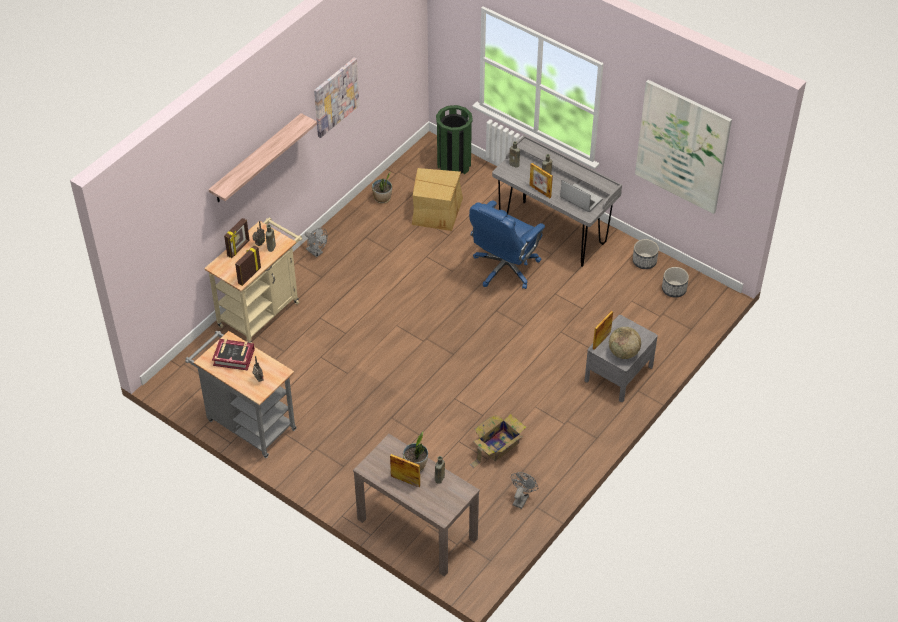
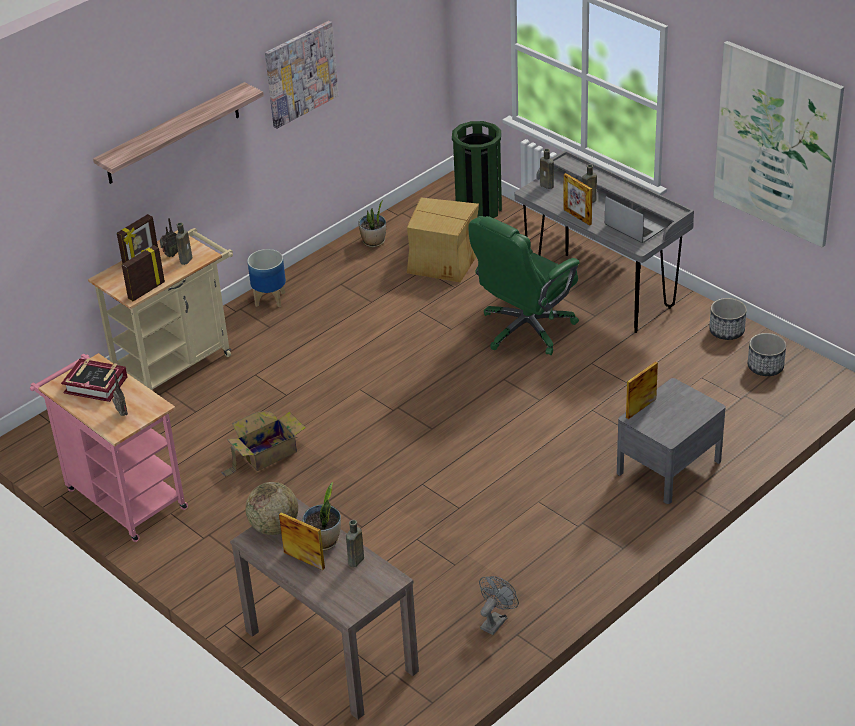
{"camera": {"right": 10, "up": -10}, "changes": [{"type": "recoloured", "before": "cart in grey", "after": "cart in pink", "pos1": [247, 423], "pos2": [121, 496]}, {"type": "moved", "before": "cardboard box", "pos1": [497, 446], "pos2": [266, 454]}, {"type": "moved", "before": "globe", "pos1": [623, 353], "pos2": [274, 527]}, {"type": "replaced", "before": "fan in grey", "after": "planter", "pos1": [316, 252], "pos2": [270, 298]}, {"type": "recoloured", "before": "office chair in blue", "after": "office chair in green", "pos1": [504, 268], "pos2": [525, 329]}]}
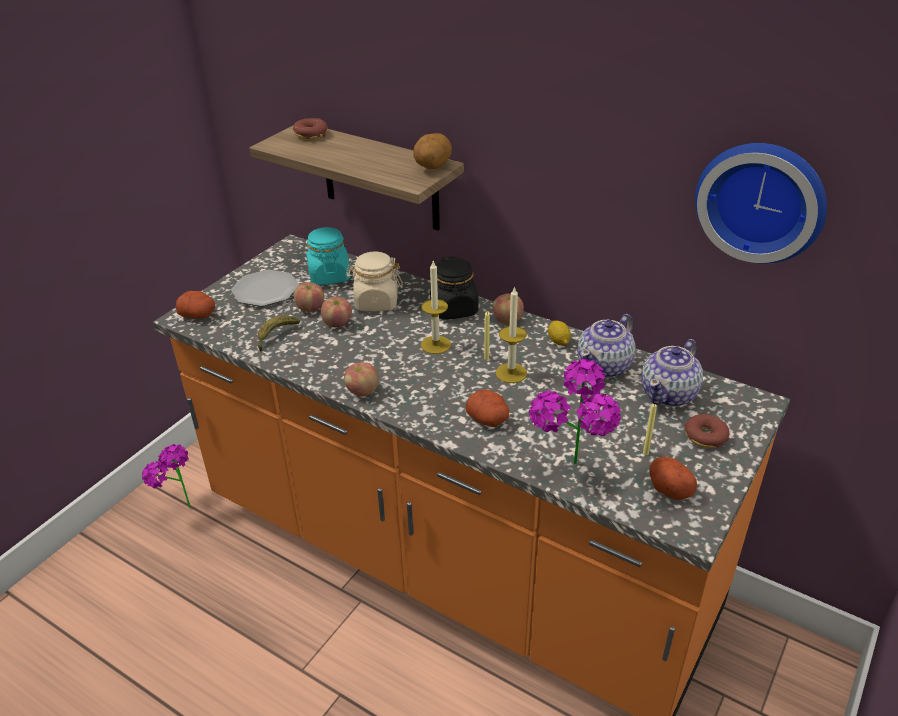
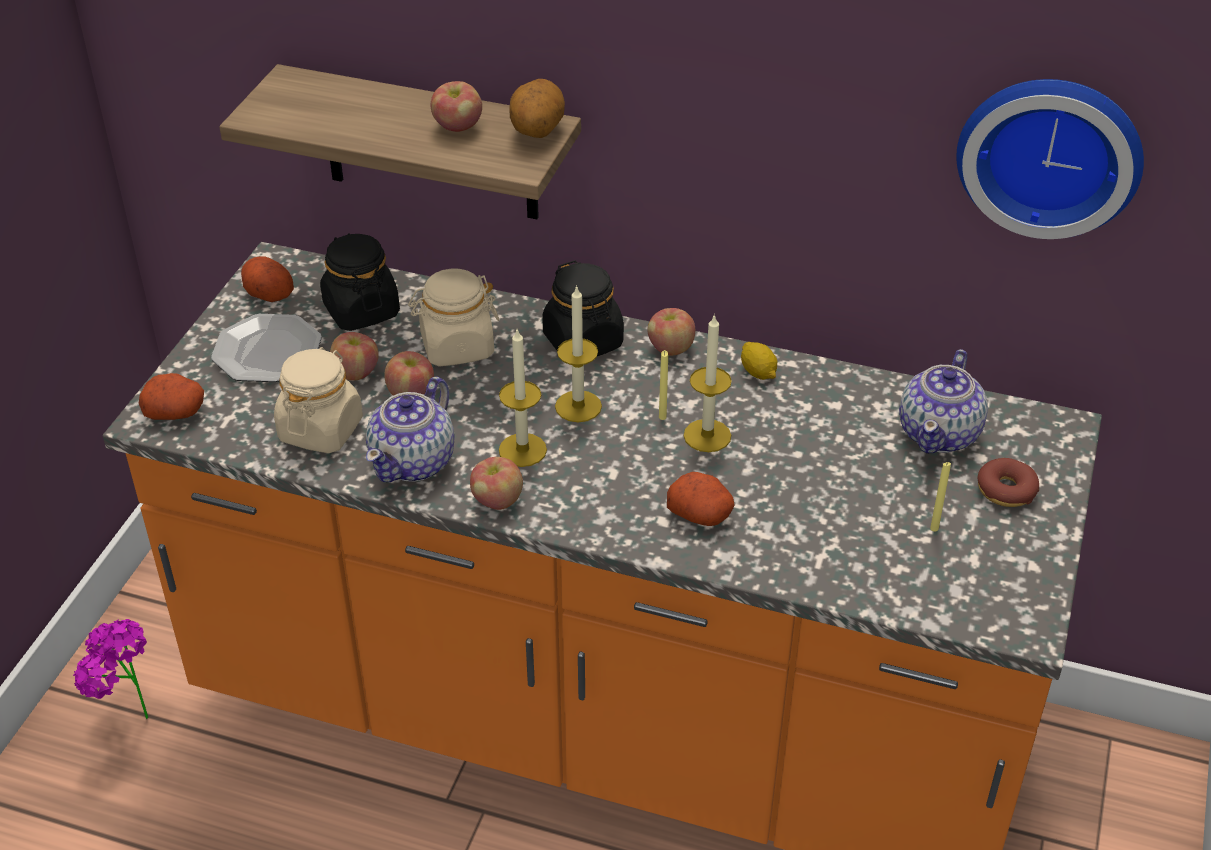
{"camera": {"right": -15, "up": 5}, "changes": [{"type": "moved", "before": "potato", "pos1": [668, 488], "pos2": [267, 292]}, {"type": "replaced", "before": "banana", "after": "jar in beige", "pos1": [276, 336], "pos2": [321, 429]}, {"type": "recoloured", "before": "jar in turquoise", "after": "jar in black", "pos1": [329, 276], "pos2": [361, 310]}, {"type": "moved", "before": "teapot", "pos1": [605, 366], "pos2": [414, 461]}, {"type": "added", "after": "apple", "pos2": [458, 127]}, {"type": "added", "after": "candle", "pos2": [522, 450]}, {"type": "removed", "before": "donut", "pos1": [311, 135]}, {"type": "removed", "before": "potted plant", "pos1": [571, 474]}]}
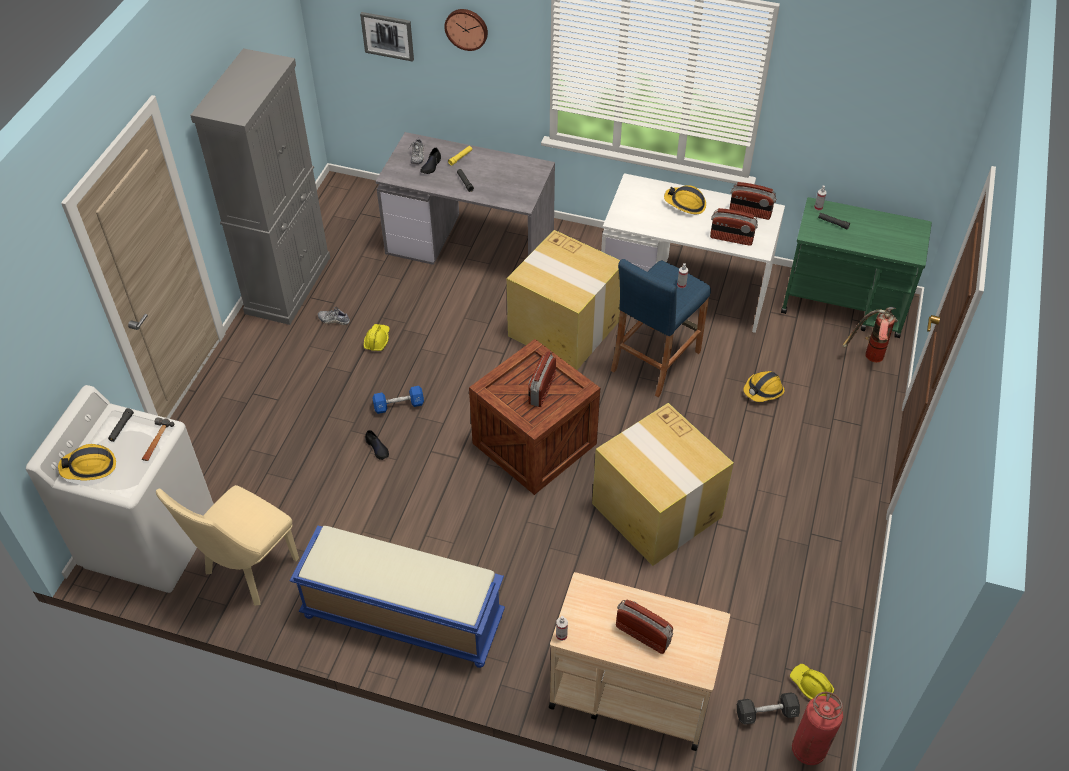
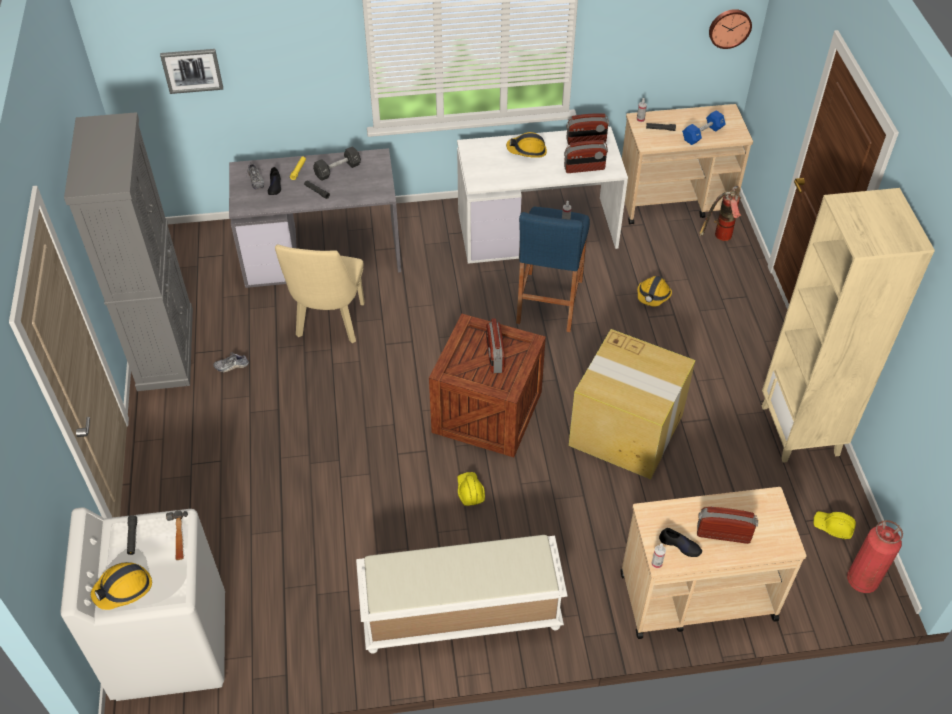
{"camera": {"right": -25, "up": 0}, "changes": [{"type": "moved", "before": "chair in beige", "pos1": [247, 572], "pos2": [330, 324]}, {"type": "moved", "before": "dumbbell in black", "pos1": [766, 713], "pos2": [338, 170]}, {"type": "recoloured", "before": "bench in blue", "after": "bench in white", "pos1": [401, 617], "pos2": [460, 615]}, {"type": "moved", "before": "hard hat in yellow", "pos1": [377, 340], "pos2": [470, 491]}, {"type": "recoloured", "before": "cart in green", "after": "cart in beige", "pos1": [844, 305], "pos2": [676, 201]}, {"type": "moved", "before": "shoe in black", "pos1": [377, 448], "pos2": [680, 545]}, {"type": "moved", "before": "dumbbell in blue", "pos1": [399, 405], "pos2": [702, 134]}, {"type": "moved", "before": "wall clock", "pos1": [467, 28], "pos2": [729, 27]}, {"type": "added", "after": "bookcase in beige", "pos2": [800, 431]}, {"type": "removed", "before": "cardboard box", "pos1": [565, 328]}]}
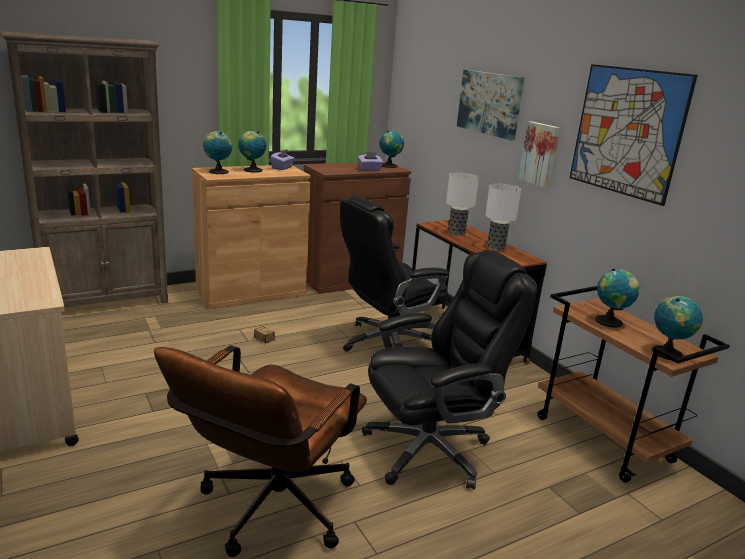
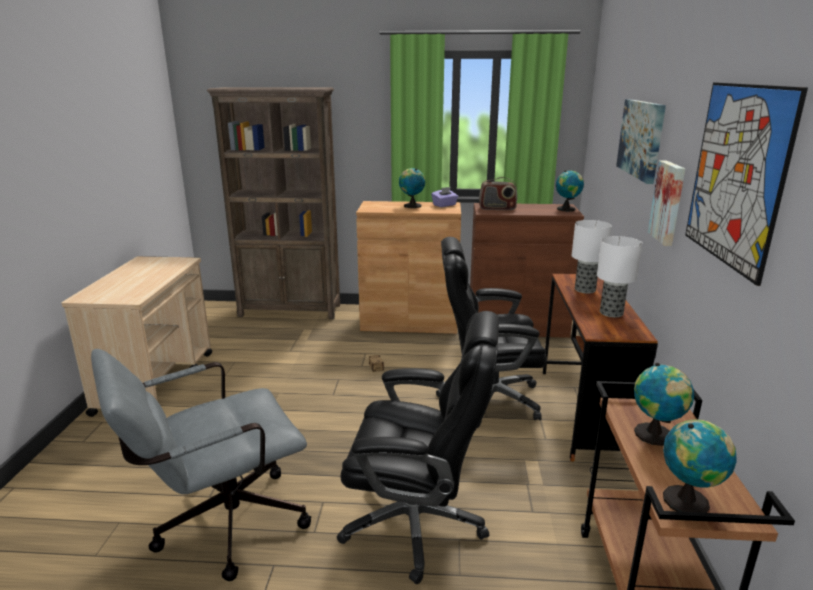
{"camera": {"right": 35, "up": 0}, "changes": [{"type": "recoloured", "before": "office chair in brown", "after": "office chair in grey", "pos1": [269, 513], "pos2": [218, 526]}, {"type": "added", "after": "radio", "pos2": [497, 208]}, {"type": "removed", "before": "globe", "pos1": [217, 171]}, {"type": "removed", "before": "tissue box in purple", "pos1": [369, 169]}]}
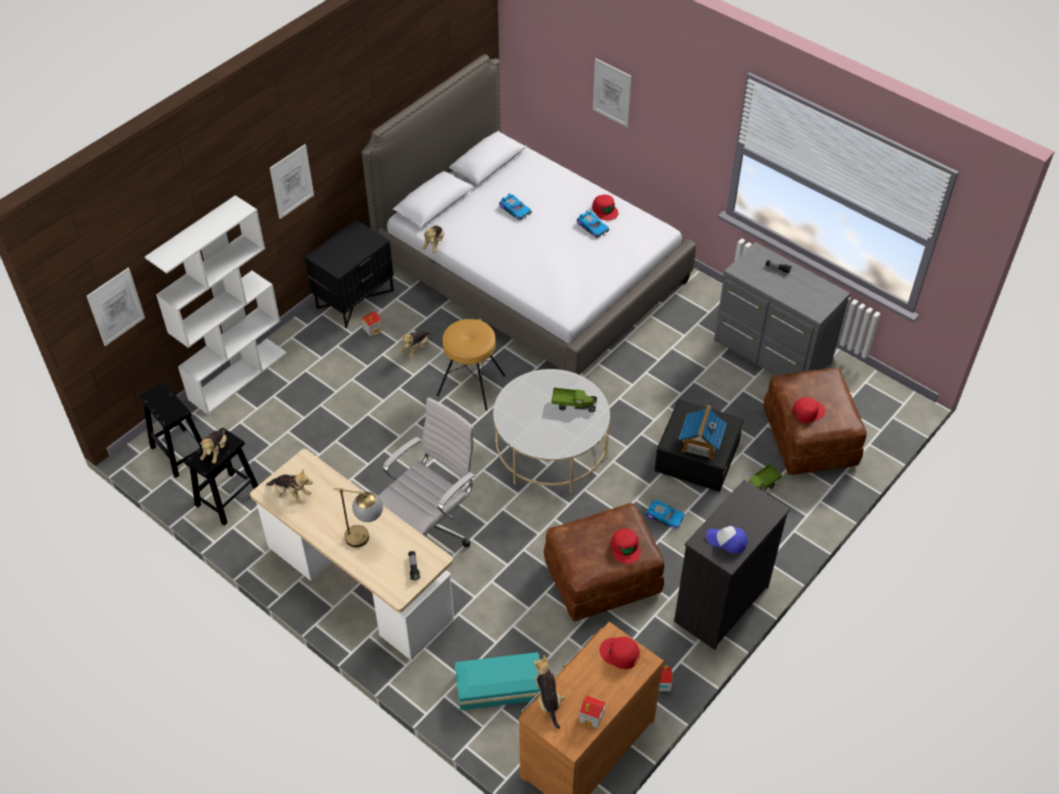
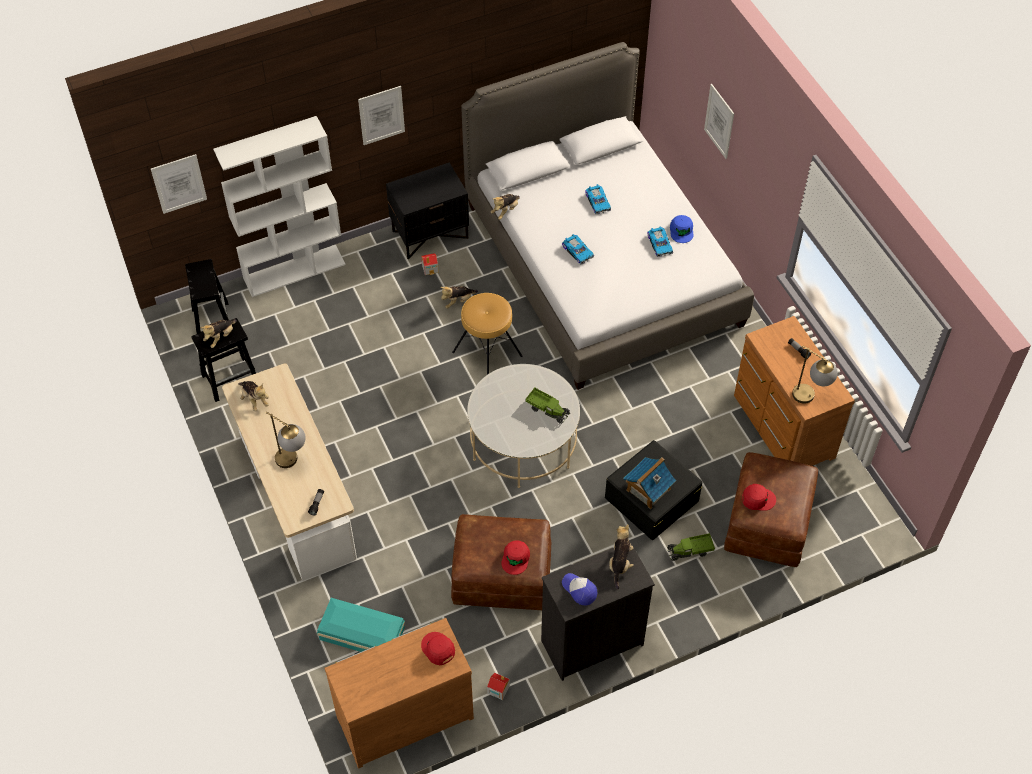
{"camera": {"right": 25, "up": 5}, "changes": [{"type": "moved", "before": "toy car", "pos1": [665, 516], "pos2": [578, 251]}, {"type": "moved", "before": "plush toy", "pos1": [548, 700], "pos2": [620, 563]}, {"type": "recoloured", "before": "cap in red", "after": "cap in blue", "pos1": [605, 210], "pos2": [681, 231]}, {"type": "recoloured", "before": "dresser in grey", "after": "dresser in brown", "pos1": [771, 353], "pos2": [781, 427]}, {"type": "added", "after": "table lamp", "pos2": [810, 398]}, {"type": "removed", "before": "office chair in white", "pos1": [431, 529]}, {"type": "removed", "before": "toy house", "pos1": [592, 716]}]}
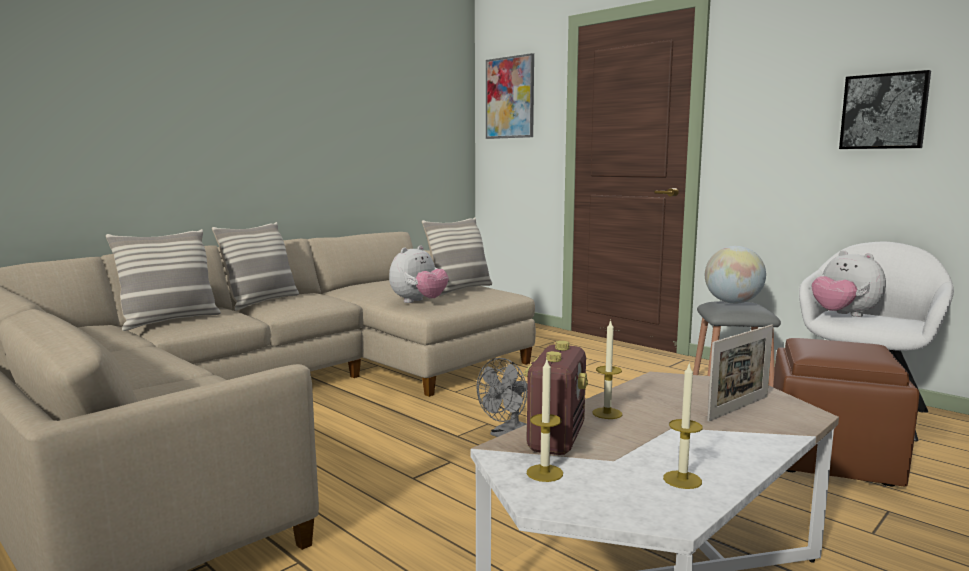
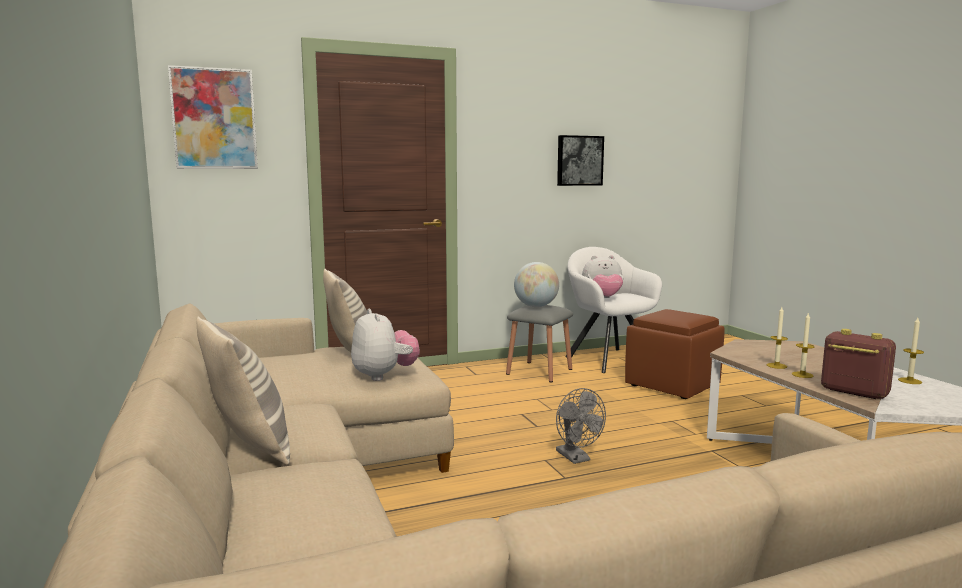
{"camera": {"right": -65, "up": 0}, "changes": [{"type": "moved", "before": "candle", "pos1": [544, 473], "pos2": [776, 366]}, {"type": "removed", "before": "pillow", "pos1": [169, 321]}, {"type": "removed", "before": "picture frame", "pos1": [738, 408]}]}
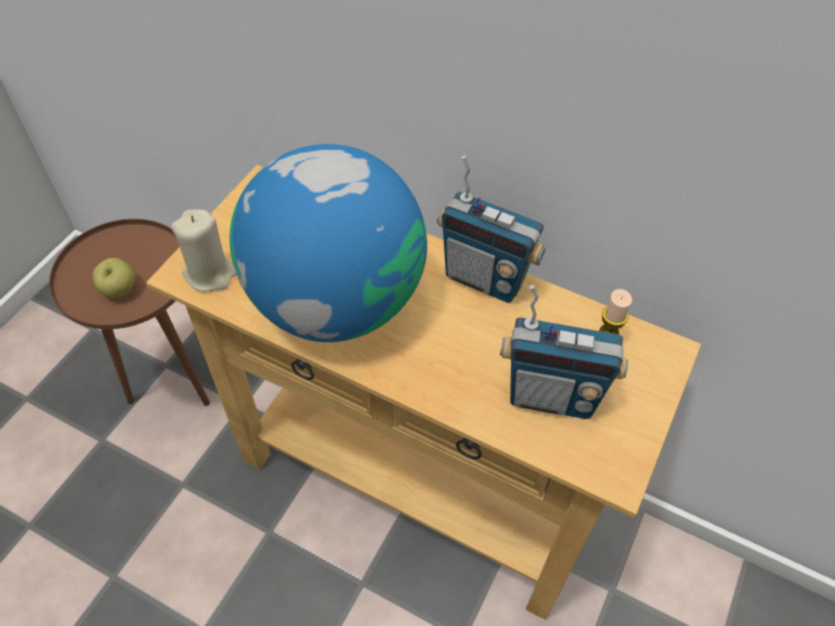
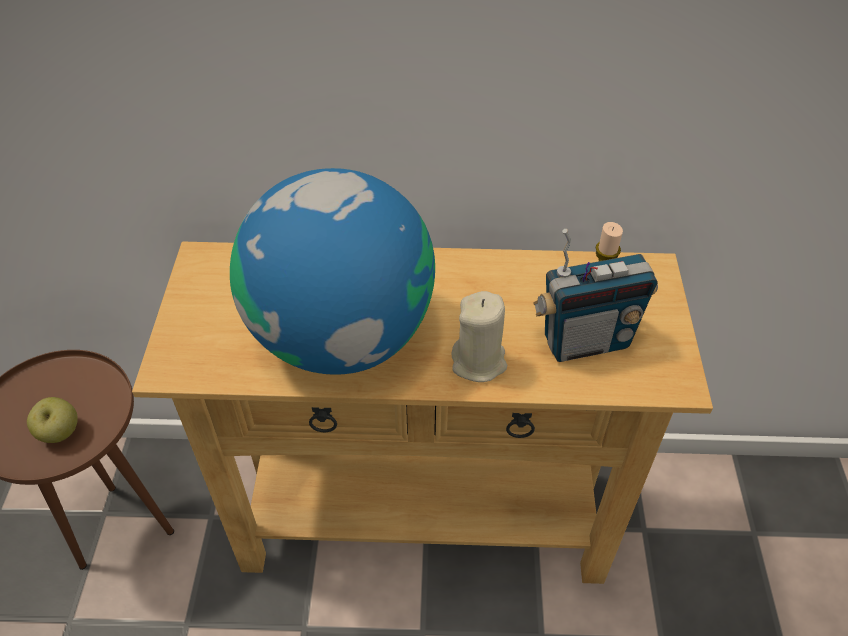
{"camera": {"right": -25, "up": -5}, "changes": [{"type": "moved", "before": "candle in beige", "pos1": [211, 274], "pos2": [479, 362]}, {"type": "removed", "before": "radio", "pos1": [485, 278]}]}
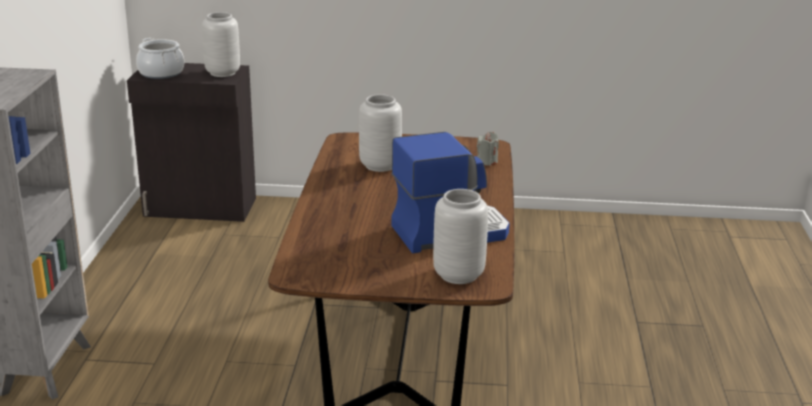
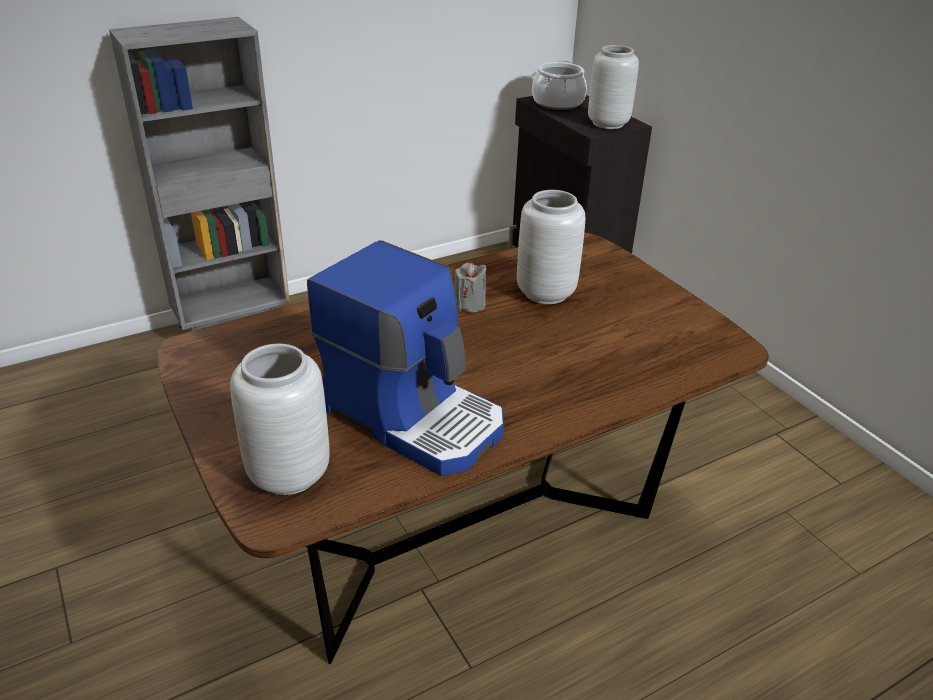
{"camera": {"right": 55, "up": 10}, "changes": [{"type": "moved", "before": "candle in grey", "pos1": [487, 161], "pos2": [469, 304]}]}
